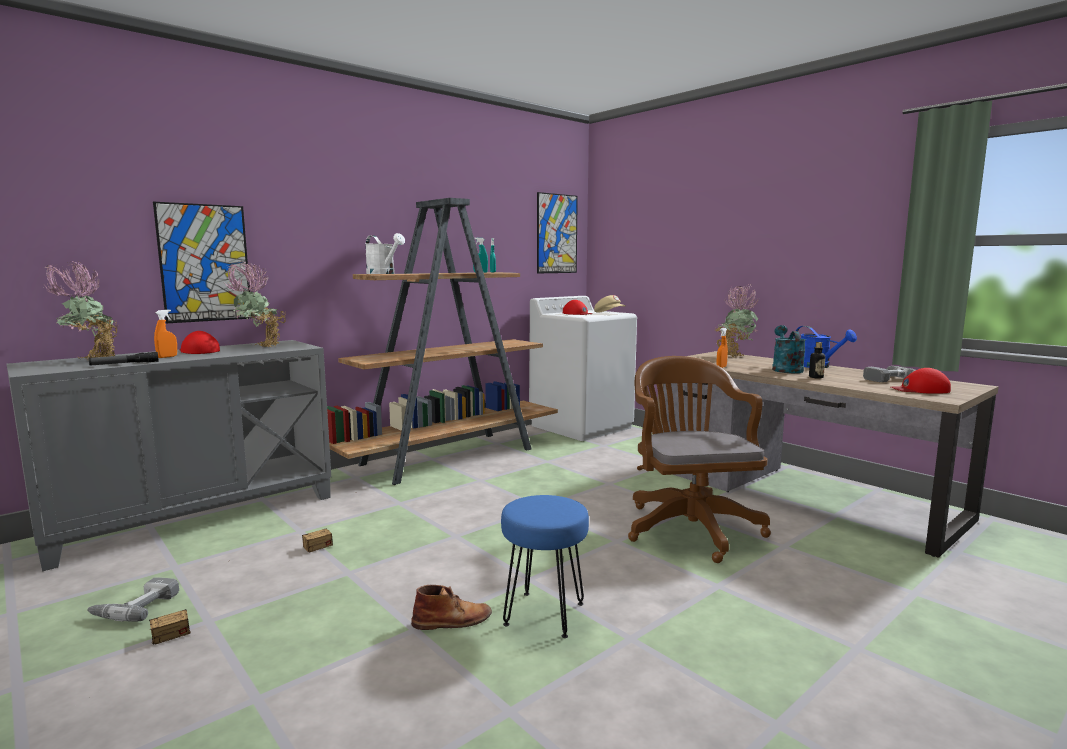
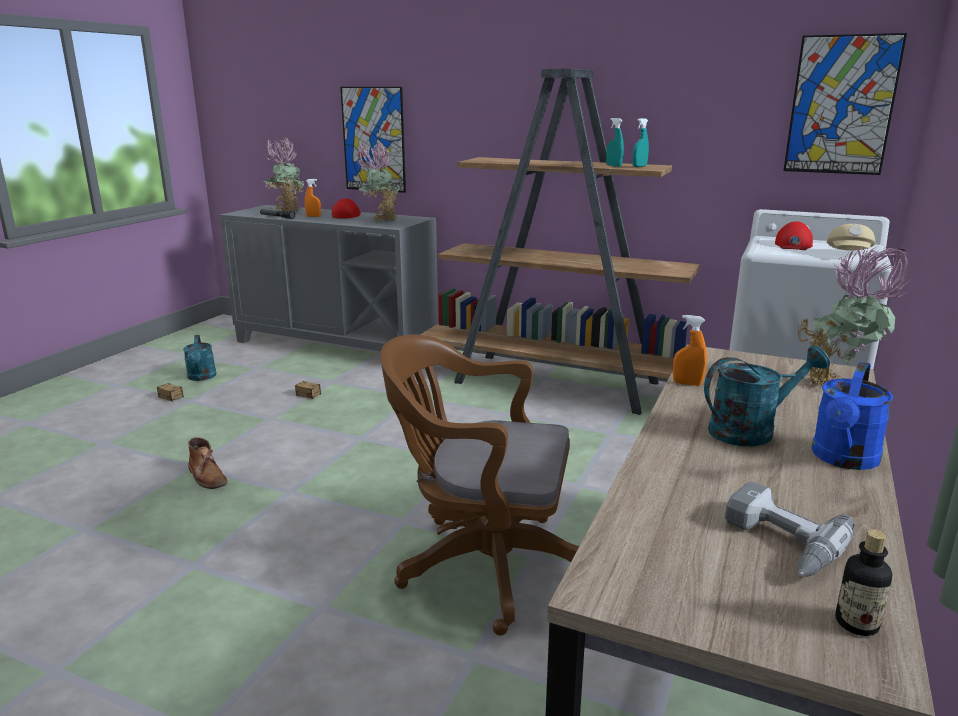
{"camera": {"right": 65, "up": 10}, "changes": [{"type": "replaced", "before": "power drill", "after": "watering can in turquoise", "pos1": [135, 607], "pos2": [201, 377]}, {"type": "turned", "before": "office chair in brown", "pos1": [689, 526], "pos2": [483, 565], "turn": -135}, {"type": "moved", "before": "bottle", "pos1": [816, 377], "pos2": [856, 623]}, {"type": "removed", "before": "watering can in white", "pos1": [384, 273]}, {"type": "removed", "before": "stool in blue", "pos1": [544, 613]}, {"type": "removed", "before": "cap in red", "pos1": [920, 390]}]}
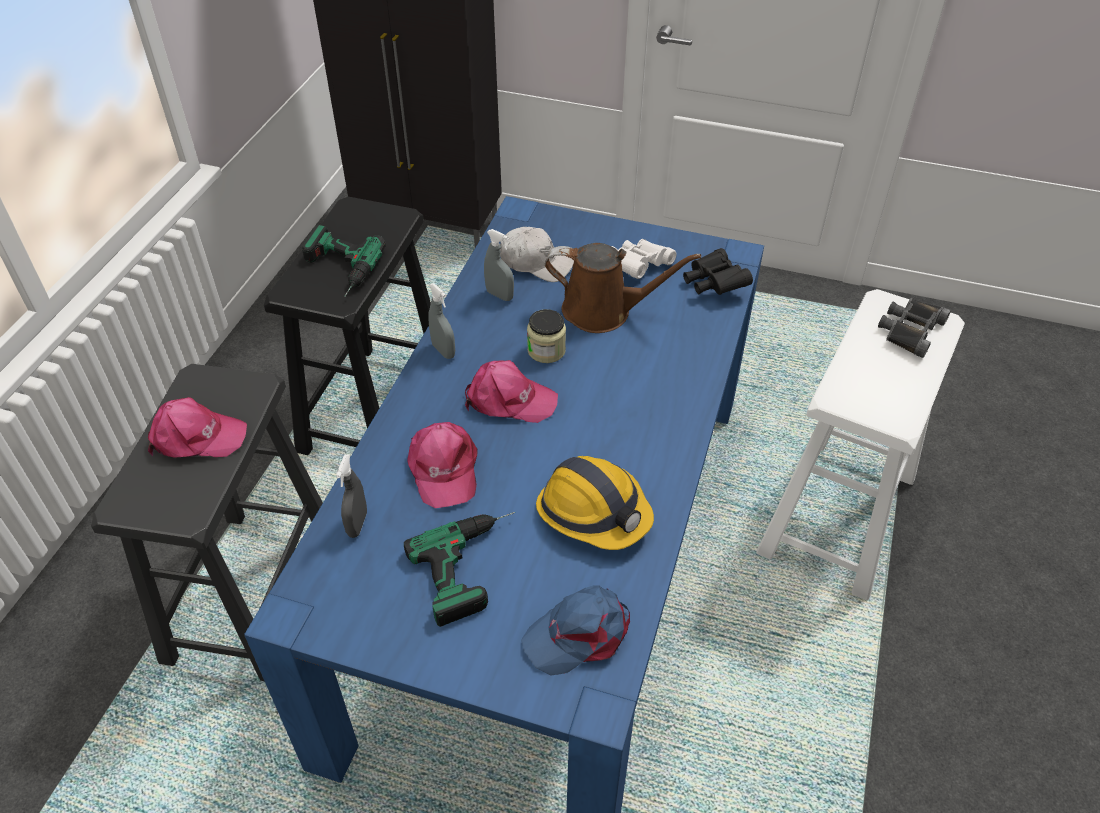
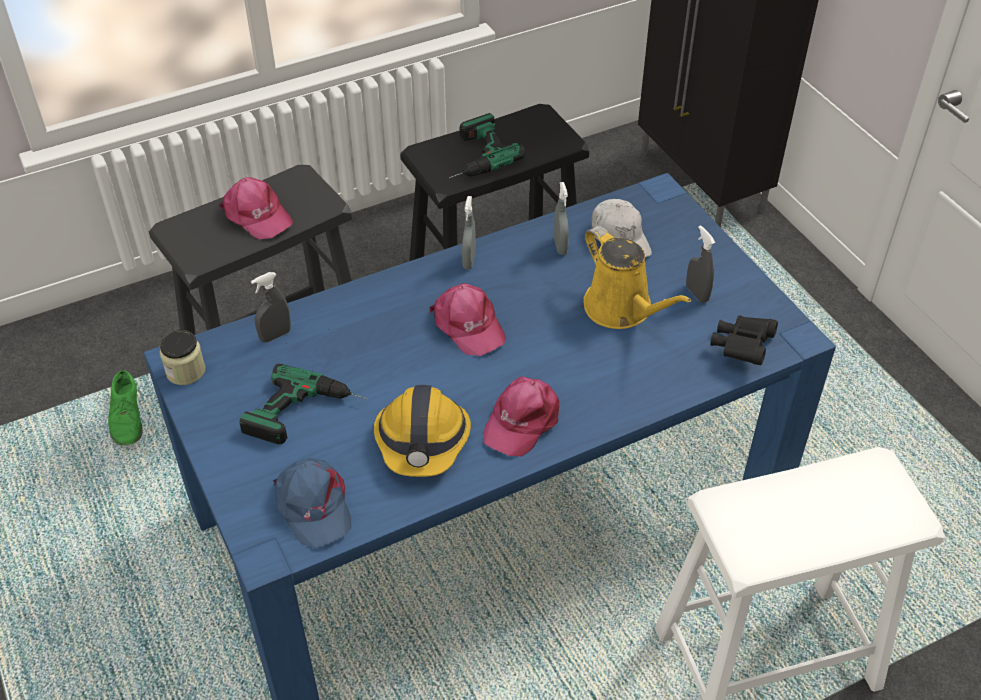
{"camera": {"right": 45, "up": 0}, "changes": [{"type": "added", "after": "shoe in green", "pos2": [127, 417]}, {"type": "moved", "before": "jar", "pos1": [546, 350], "pos2": [185, 371]}, {"type": "turned", "before": "cap in blue", "pos1": [579, 633], "pos2": [313, 506], "turn": -135}, {"type": "moved", "before": "cap in pink", "pos1": [443, 469], "pos2": [522, 420]}, {"type": "recoloured", "before": "watering can in brown", "after": "watering can in yellow", "pos1": [603, 311], "pos2": [622, 309]}, {"type": "replaced", "before": "binoculars in white", "after": "spray bottle in grey", "pos1": [637, 267], "pos2": [697, 294]}, {"type": "removed", "before": "binoculars in black", "pos1": [910, 330]}]}
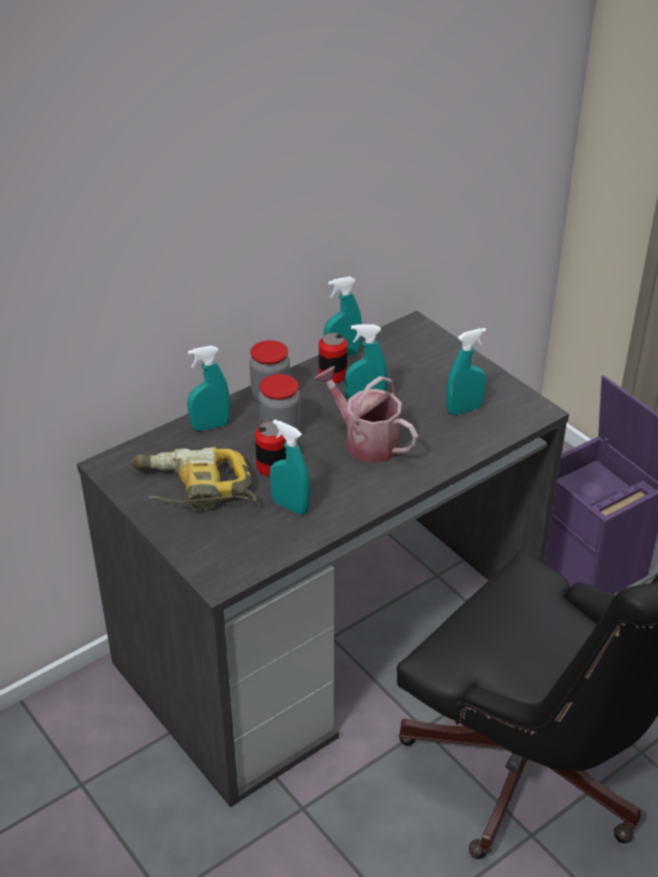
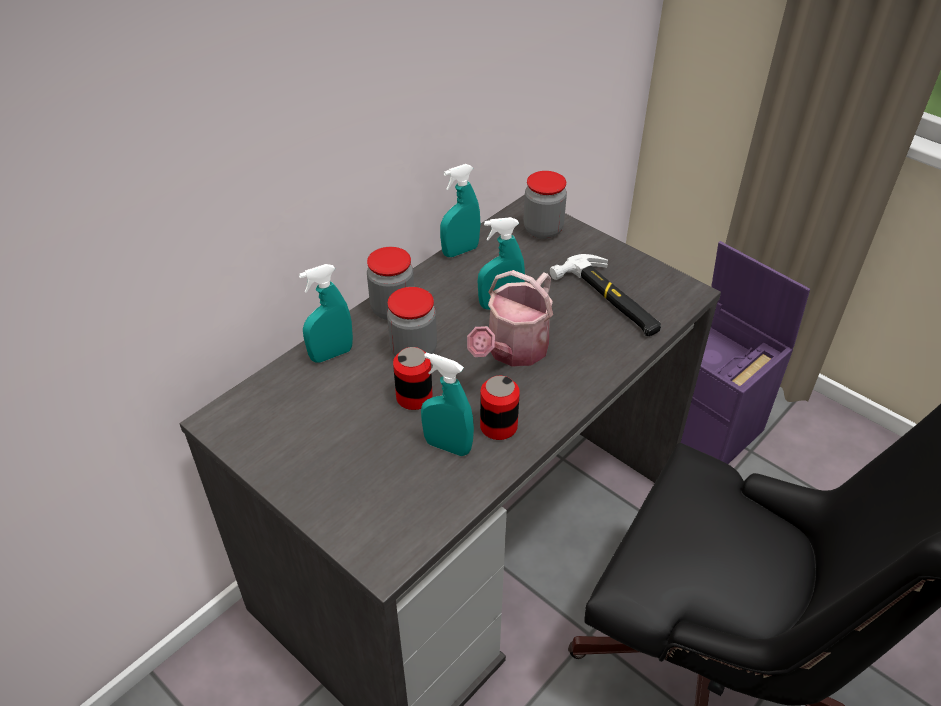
{"camera": {"right": -10, "up": 5}, "changes": [{"type": "turned", "before": "watering can", "pos1": [365, 441], "pos2": [513, 351], "turn": -90}, {"type": "moved", "before": "can", "pos1": [333, 375], "pos2": [498, 426]}, {"type": "added", "after": "jar", "pos2": [543, 229]}, {"type": "replaced", "before": "spray bottle in turquoise", "after": "hammer", "pos1": [464, 409], "pos2": [609, 300]}, {"type": "removed", "before": "power drill", "pos1": [194, 490]}]}
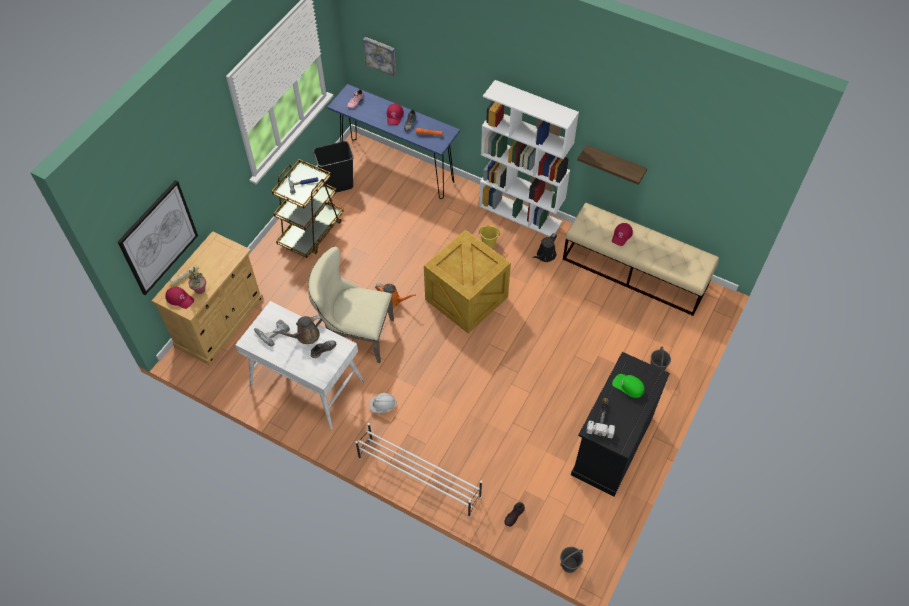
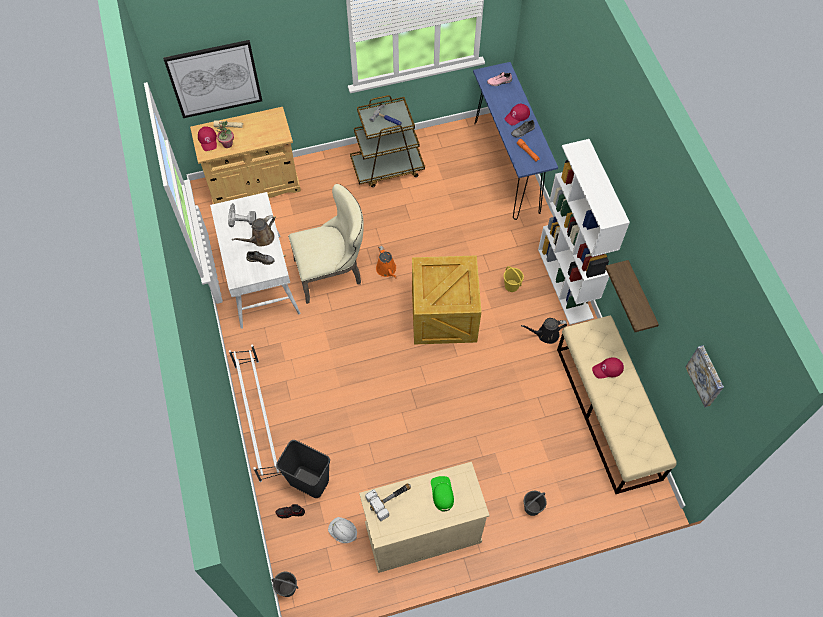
{"camera": {"right": 45, "up": 5}, "changes": [{"type": "turned", "before": "watering can in brown", "pos1": [305, 336], "pos2": [260, 239], "turn": -60}, {"type": "moved", "before": "trash can in black", "pos1": [338, 185], "pos2": [309, 481]}, {"type": "turned", "before": "chair in beige", "pos1": [355, 334], "pos2": [332, 272], "turn": 105}, {"type": "moved", "before": "hard hat in white", "pos1": [383, 406], "pos2": [343, 532]}, {"type": "recoloured", "before": "cabinet in black", "after": "cabinet in beige", "pos1": [612, 445], "pos2": [422, 532]}, {"type": "moved", "before": "picture", "pos1": [380, 55], "pos2": [706, 375]}]}
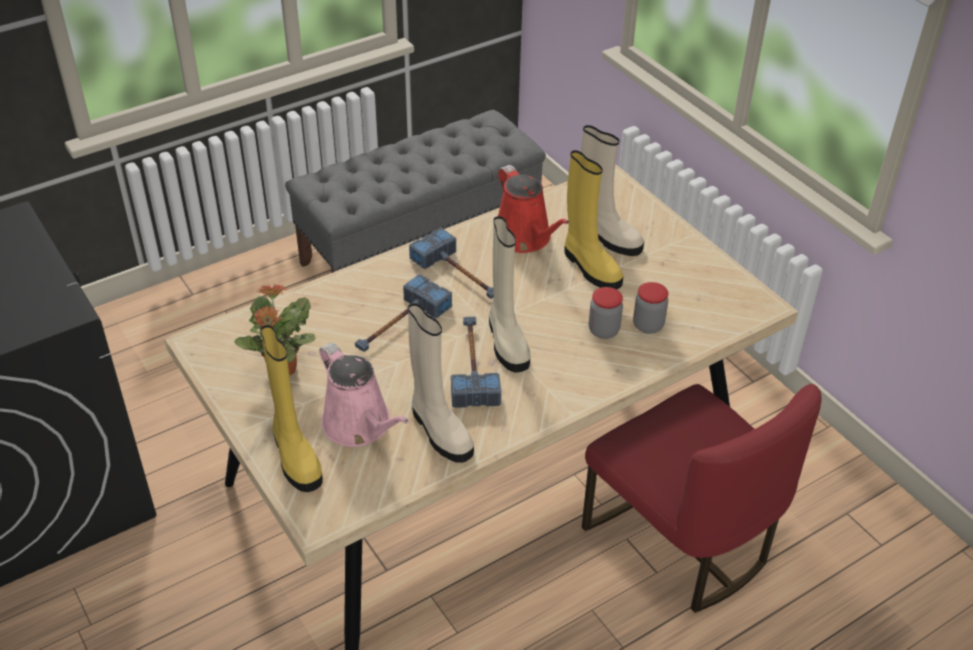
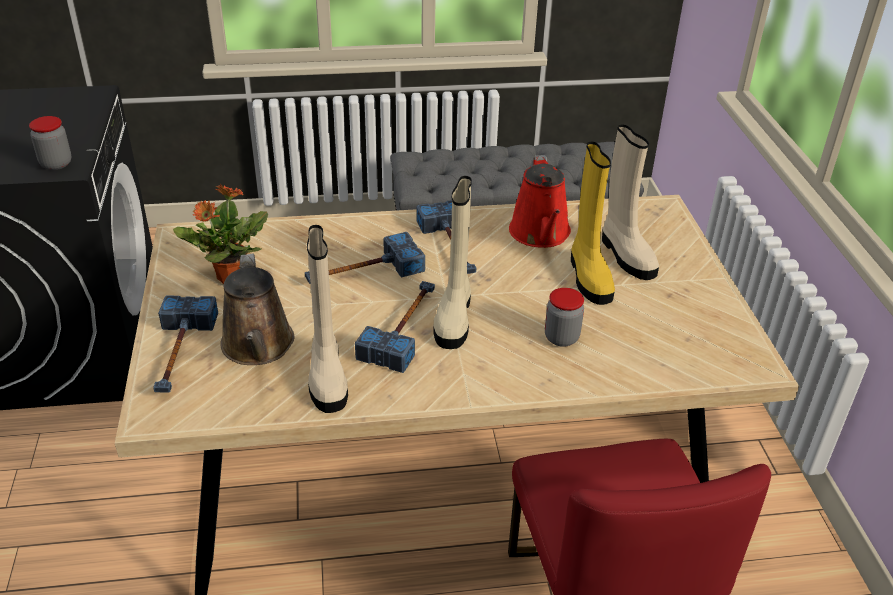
{"camera": {"right": 25, "up": -5}, "changes": [{"type": "moved", "before": "jar", "pos1": [648, 325], "pos2": [56, 164]}, {"type": "replaced", "before": "boot in yellow", "after": "hammer", "pos1": [295, 456], "pos2": [179, 353]}, {"type": "recoloured", "before": "watering can in pink", "after": "watering can in brown", "pos1": [360, 426], "pos2": [258, 347]}]}
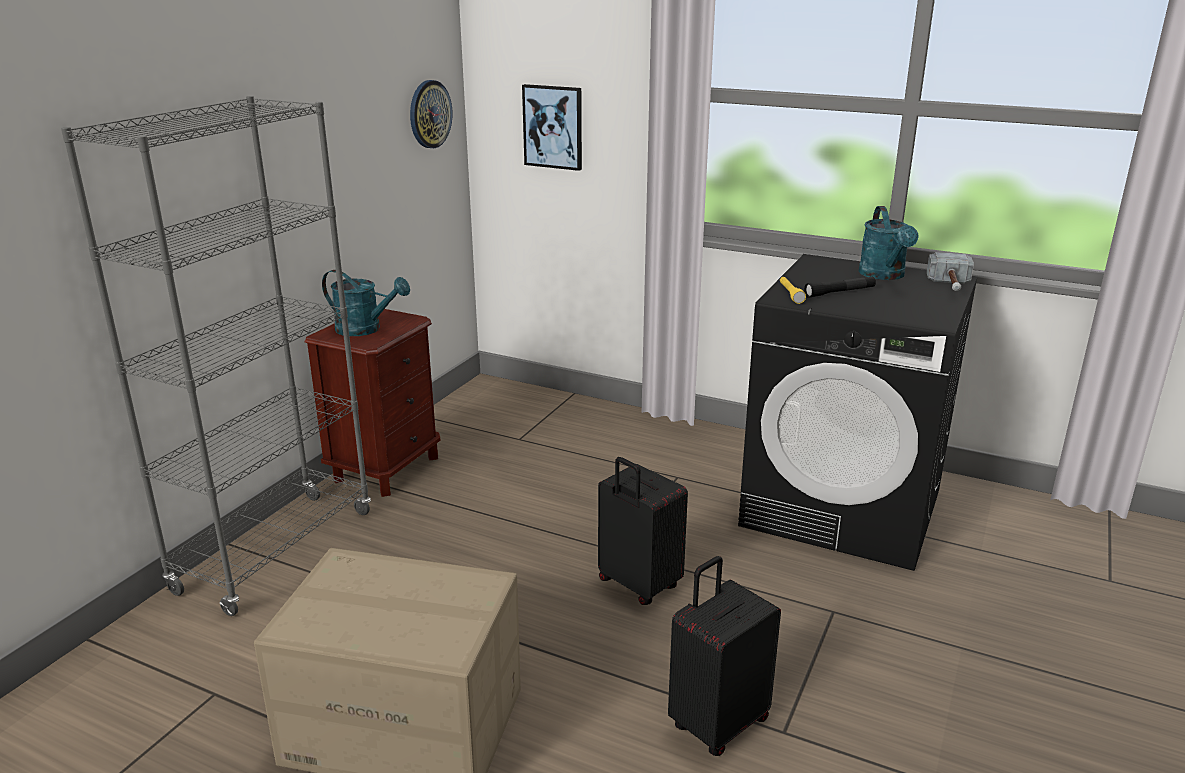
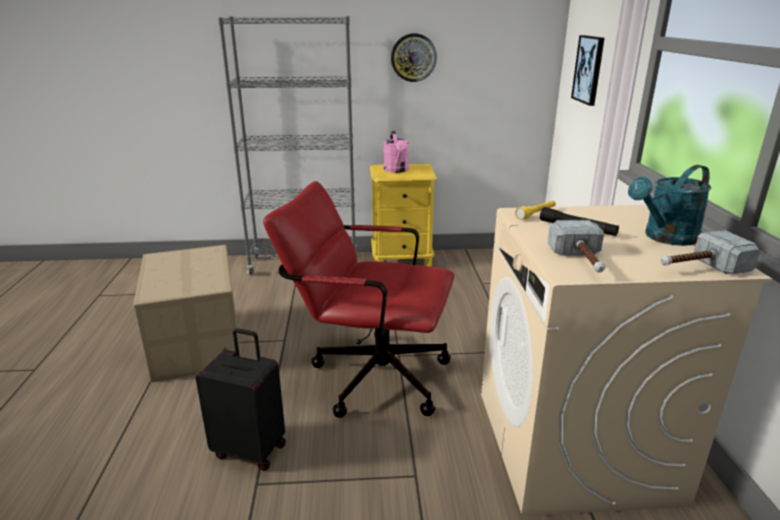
{"camera": {"right": 60, "up": 0}, "changes": [{"type": "replaced", "before": "suitcase in black", "after": "office chair in red", "pos1": [637, 585], "pos2": [368, 374]}, {"type": "recoloured", "before": "nightstand in brown", "after": "nightstand in yellow", "pos1": [386, 468], "pos2": [402, 261]}, {"type": "recoloured", "before": "watering can in turquoise", "after": "watering can in pink", "pos1": [366, 329], "pos2": [397, 170]}, {"type": "moved", "before": "wall clock", "pos1": [429, 114], "pos2": [413, 57]}, {"type": "recoloured", "before": "washing machine in black", "after": "washing machine in beige", "pos1": [843, 508], "pos2": [574, 445]}, {"type": "added", "after": "hammer", "pos2": [581, 261]}]}
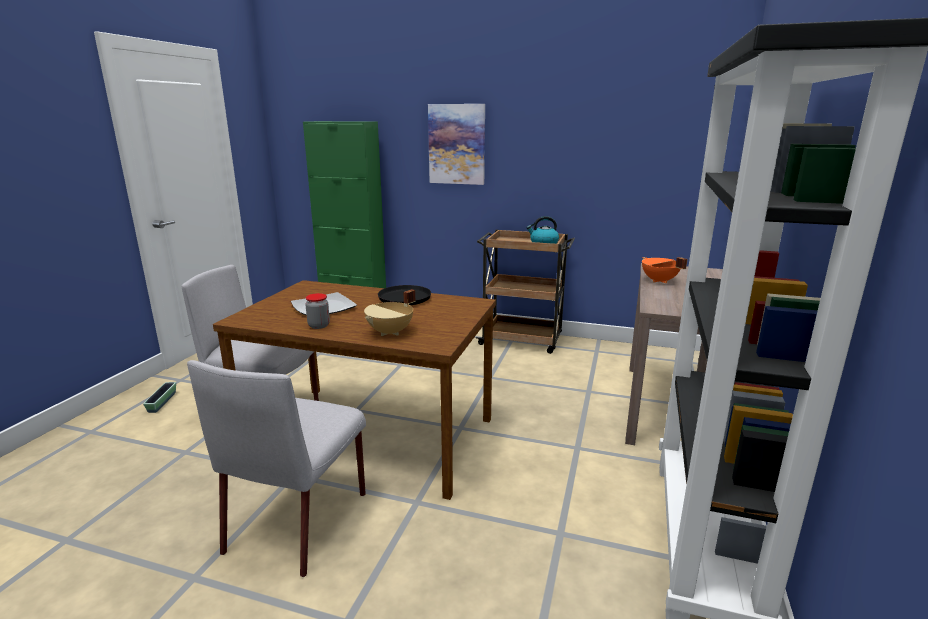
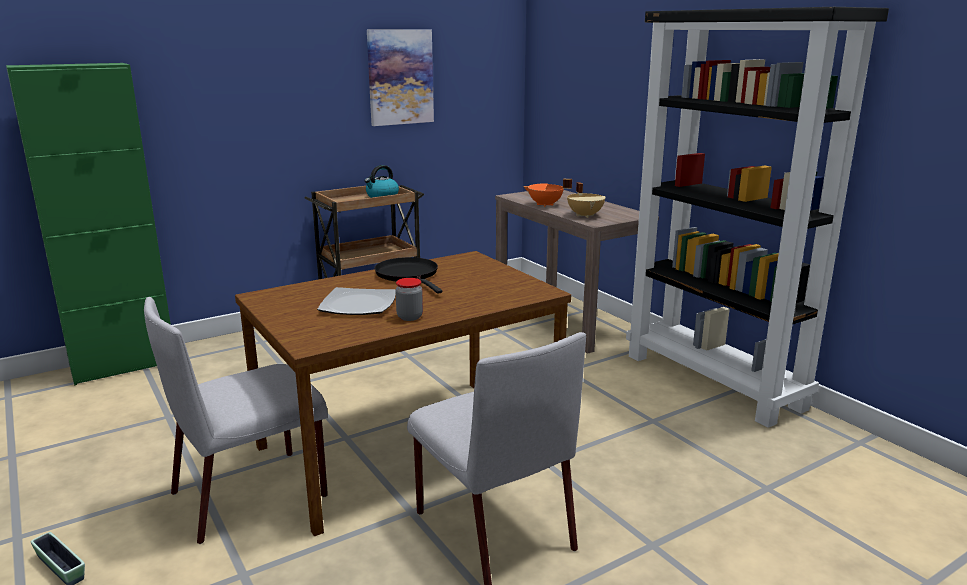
{"camera": {"right": -50, "up": 0}, "changes": [{"type": "moved", "before": "picture", "pos1": [457, 144], "pos2": [400, 77]}, {"type": "moved", "before": "cooking pot in beige", "pos1": [391, 332], "pos2": [585, 215]}]}
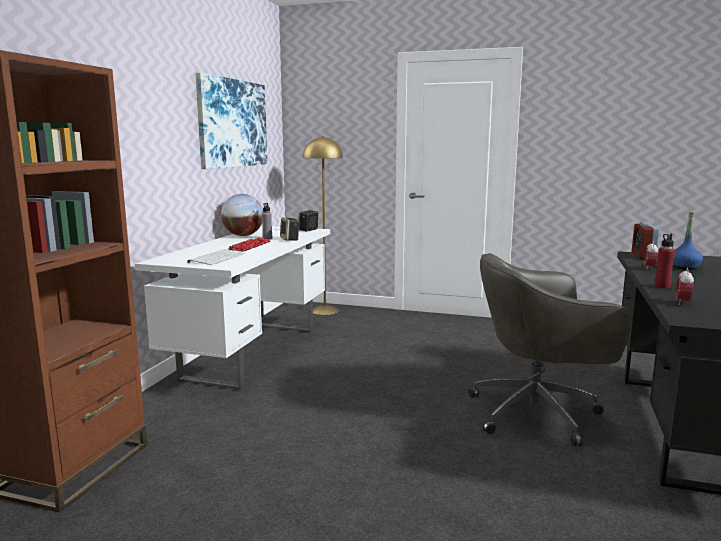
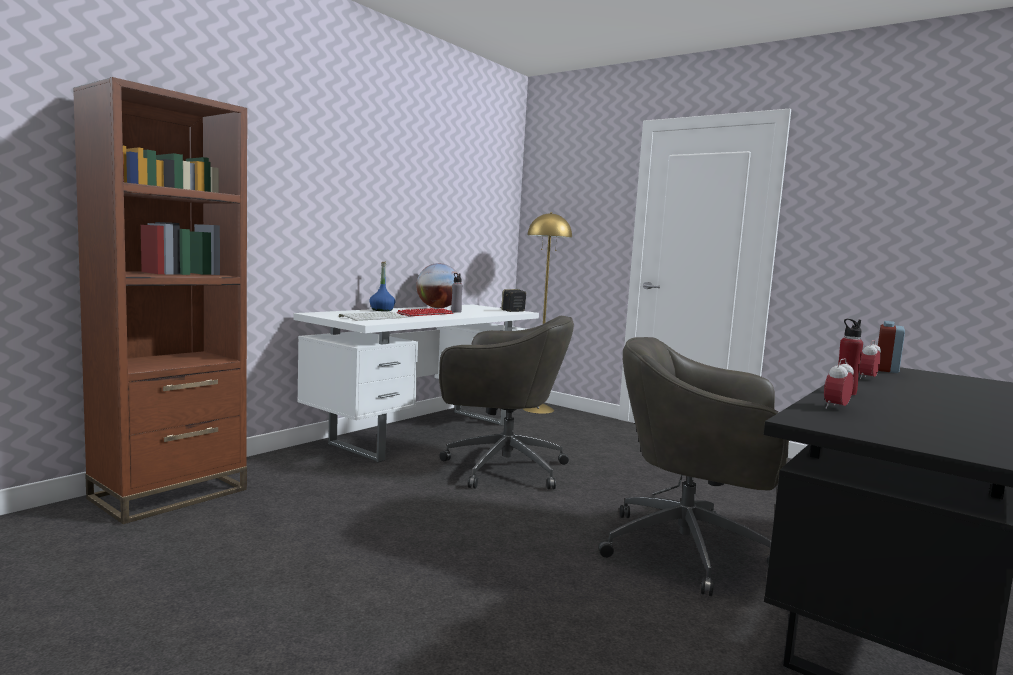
{"camera": {"right": 20, "up": -5}, "changes": [{"type": "moved", "before": "bottle in blue", "pos1": [684, 267], "pos2": [382, 310]}, {"type": "added", "after": "office chair in grey", "pos2": [501, 468]}, {"type": "removed", "before": "picture", "pos1": [232, 123]}, {"type": "removed", "before": "speaker", "pos1": [290, 239]}]}
